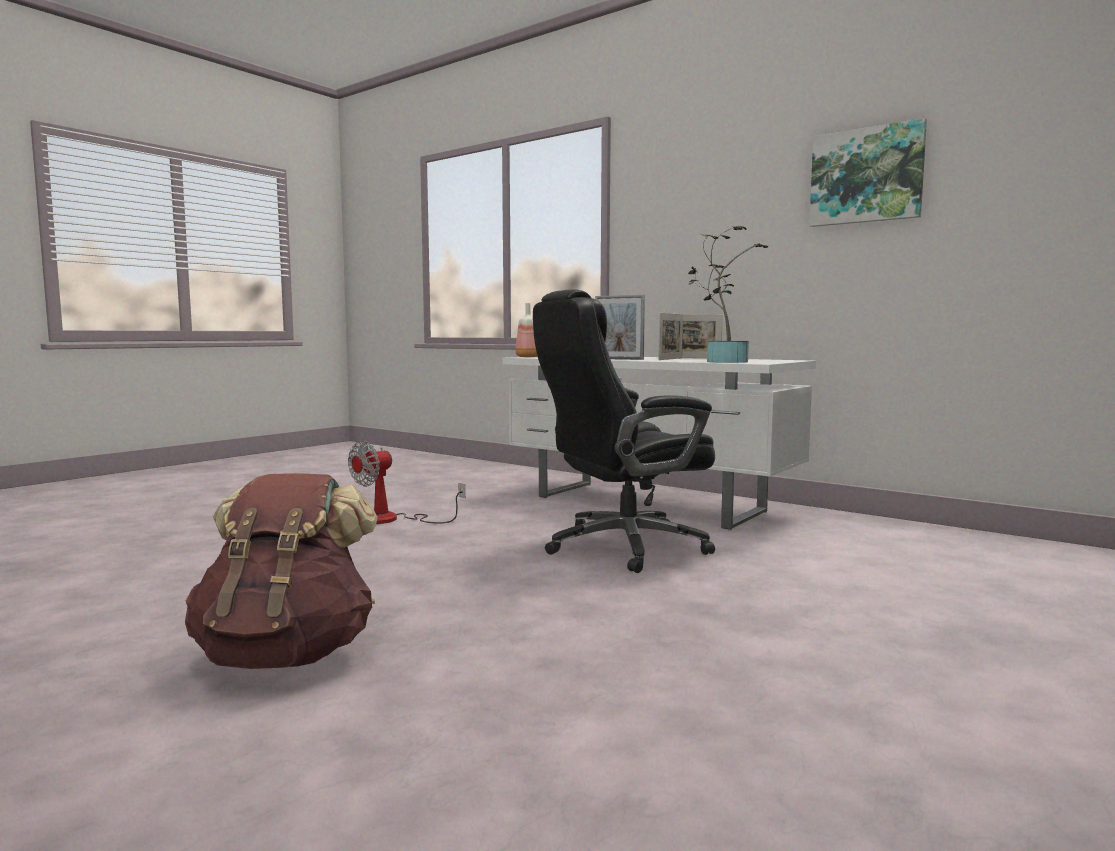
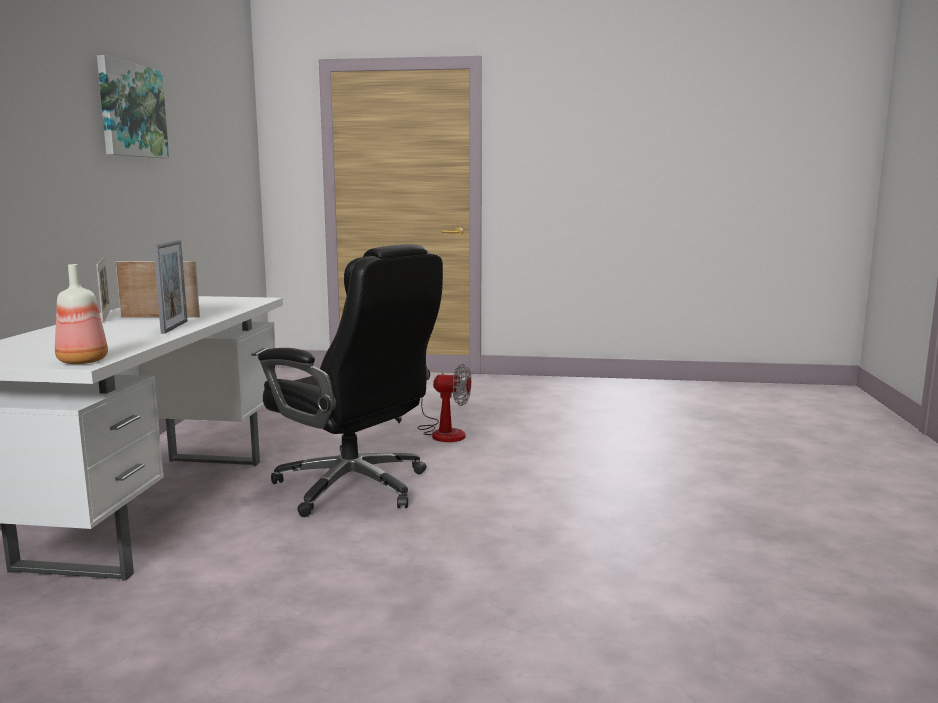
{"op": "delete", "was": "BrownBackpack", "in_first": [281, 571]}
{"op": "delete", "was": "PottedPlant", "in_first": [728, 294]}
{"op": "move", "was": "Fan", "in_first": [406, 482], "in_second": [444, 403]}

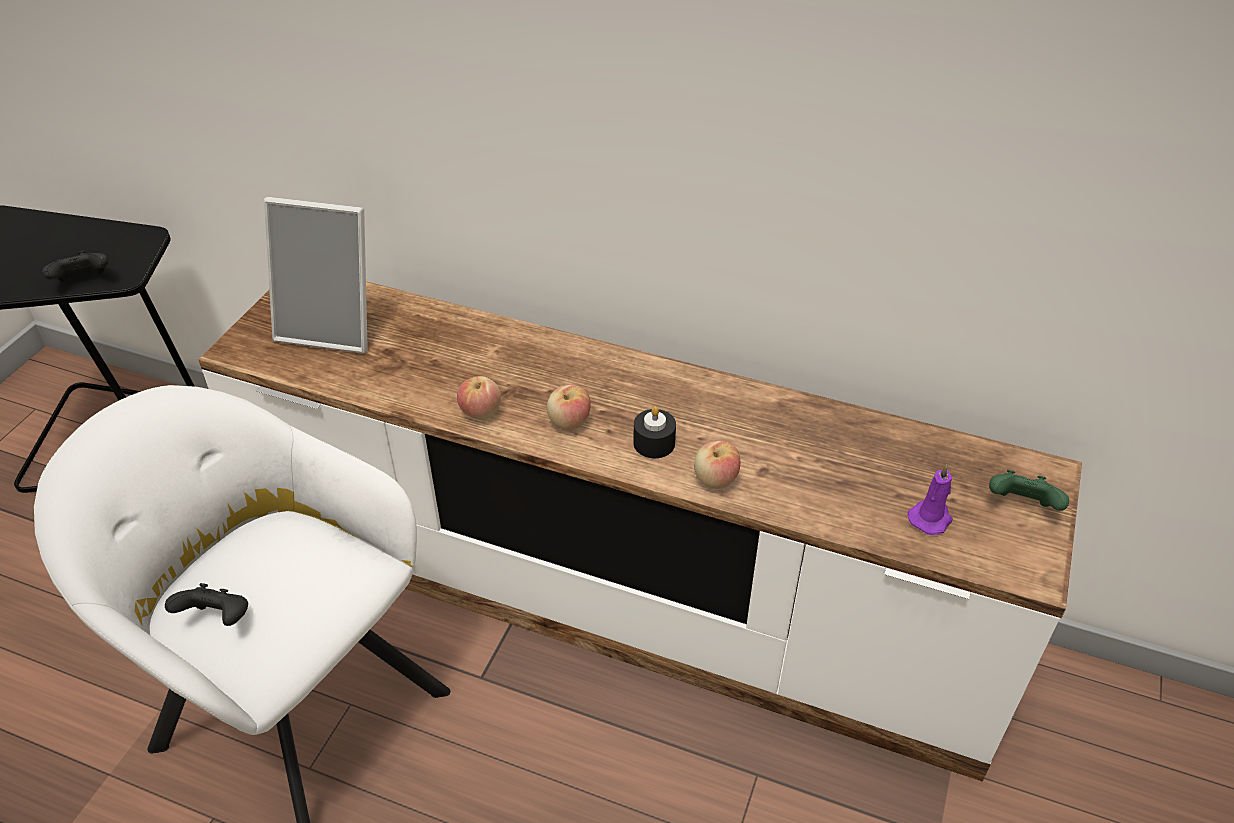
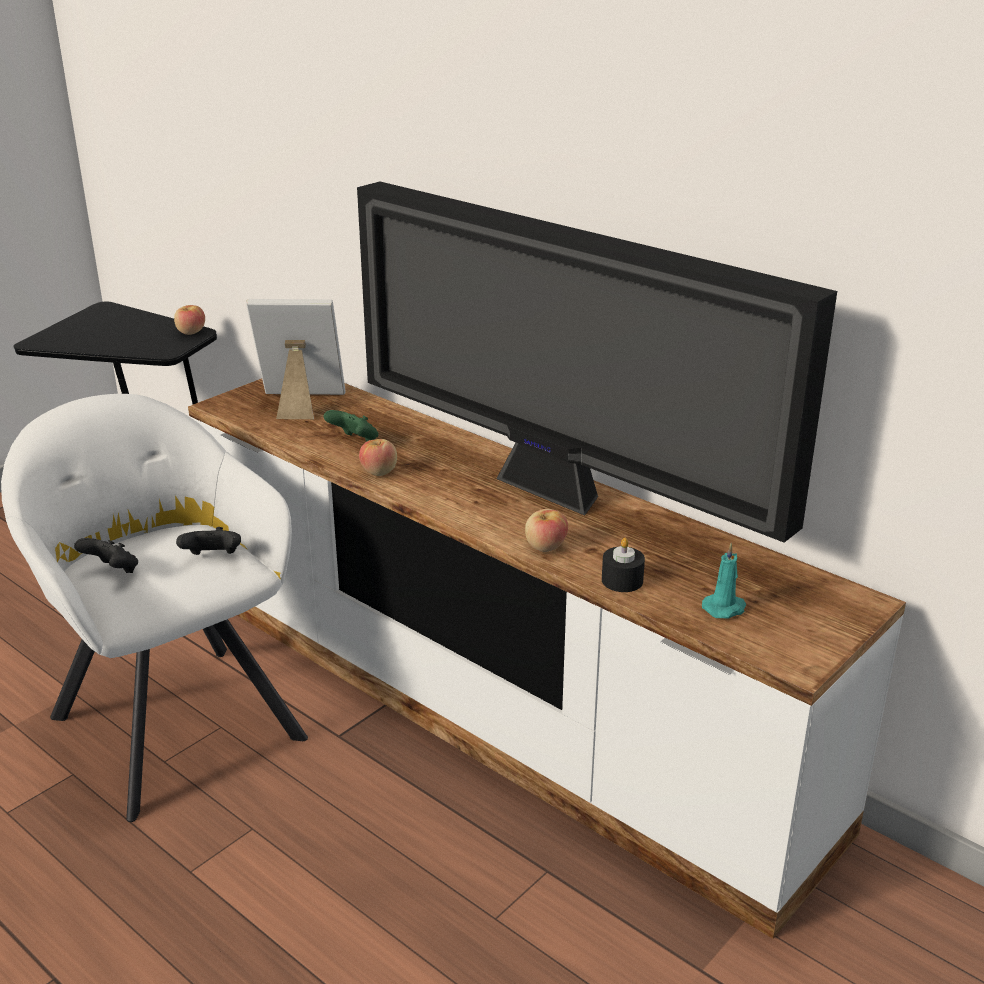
{"op": "insert", "now": "Television", "in_second": [597, 362]}
{"op": "move", "was": "BlackGameController", "in_first": [75, 266], "in_second": [208, 541]}
{"op": "move", "was": "Apple", "in_first": [569, 408], "in_second": [189, 320]}
{"op": "move", "was": "BlackCandle", "in_first": [654, 432], "in_second": [623, 565]}
{"op": "move", "was": "GreenGameController", "in_first": [1029, 490], "in_second": [351, 426]}
{"op": "recolor", "was": "PurpleCandle", "now": "TurquoiseCandle", "in_first": [930, 499], "in_second": [724, 581]}
{"op": "rotate", "was": "PictureFrame", "in_first": [316, 275], "in_second": [295, 359], "clockwise": 150}

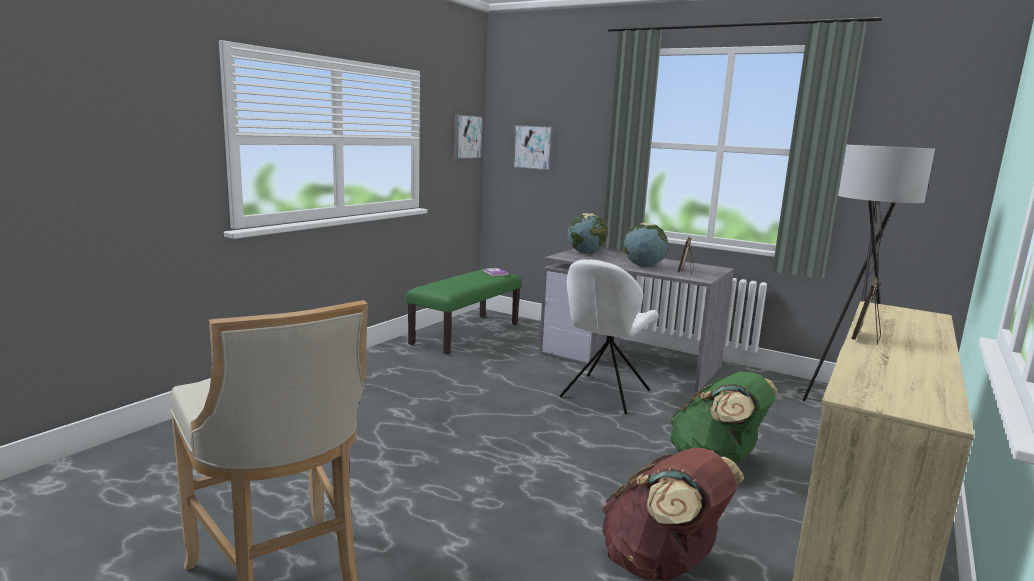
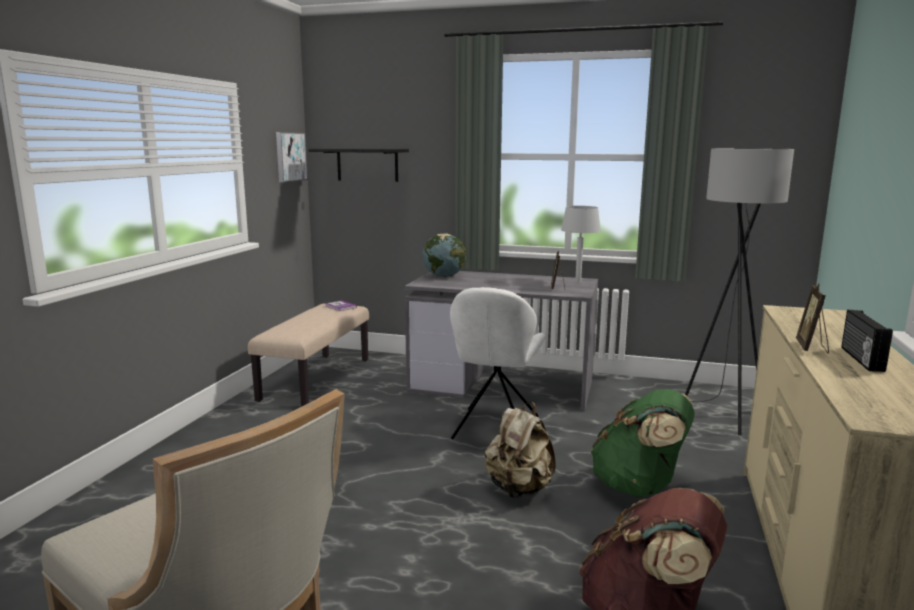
{"op": "delete", "was": "Globe", "in_first": [645, 245]}
{"op": "insert", "now": "BeigeBackpack", "in_second": [520, 450]}
{"op": "insert", "now": "GreyTableLamp", "in_second": [581, 244]}
{"op": "insert", "now": "Radio", "in_second": [867, 341]}
{"op": "replace", "was": "Picture", "now": "BlackShelf", "in_first": [533, 147], "in_second": [359, 165]}
{"op": "recolor", "was": "GreenBench", "now": "BeigeBench", "in_first": [464, 312], "in_second": [308, 355]}

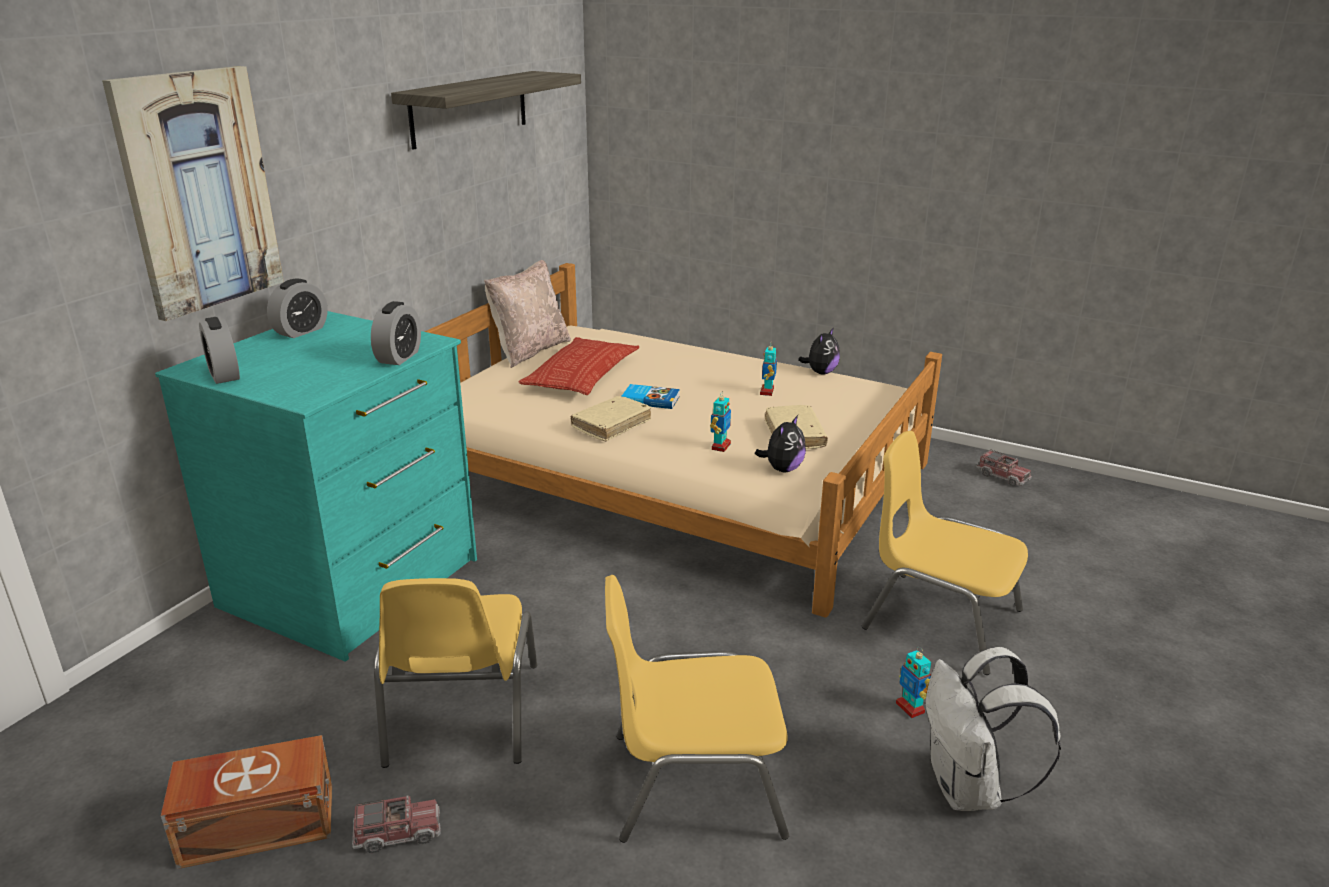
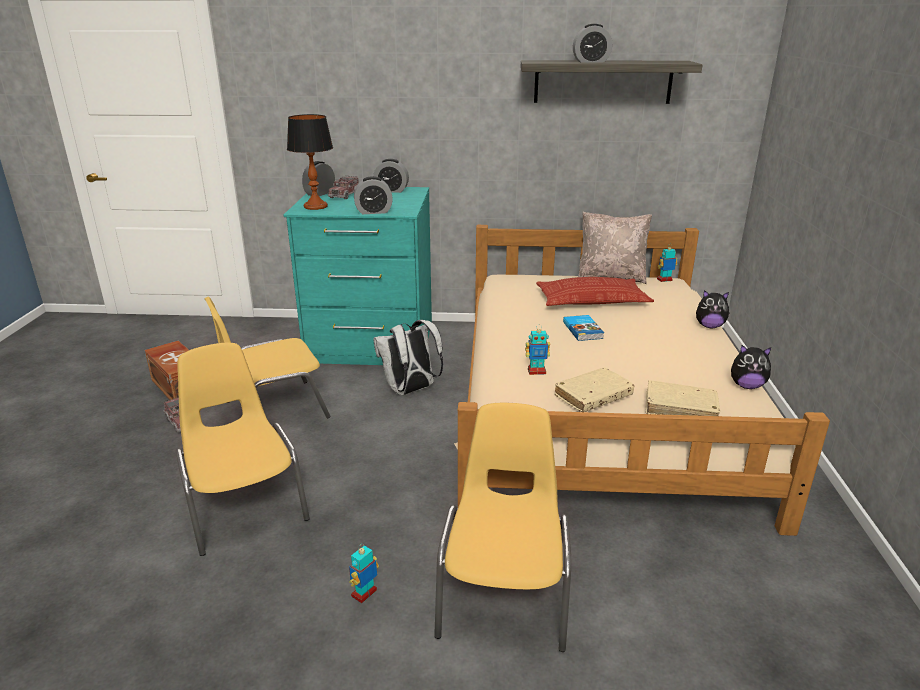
{"op": "delete", "was": "Picture", "in_first": [193, 193]}
{"op": "insert", "now": "TableLamp", "in_second": [310, 162]}
{"op": "insert", "now": "AlarmClock", "in_second": [592, 43]}
{"op": "move", "was": "BeigeBook", "in_first": [611, 418], "in_second": [683, 398]}
{"op": "move", "was": "PlushToy", "in_first": [780, 443], "in_second": [713, 309]}
{"op": "move", "was": "ToyRobot", "in_first": [768, 370], "in_second": [667, 263]}
{"op": "move", "was": "WhiteBackpack", "in_first": [993, 729], "in_second": [408, 357]}
{"op": "move", "was": "ToyTruck", "in_first": [1004, 468], "in_second": [343, 187]}

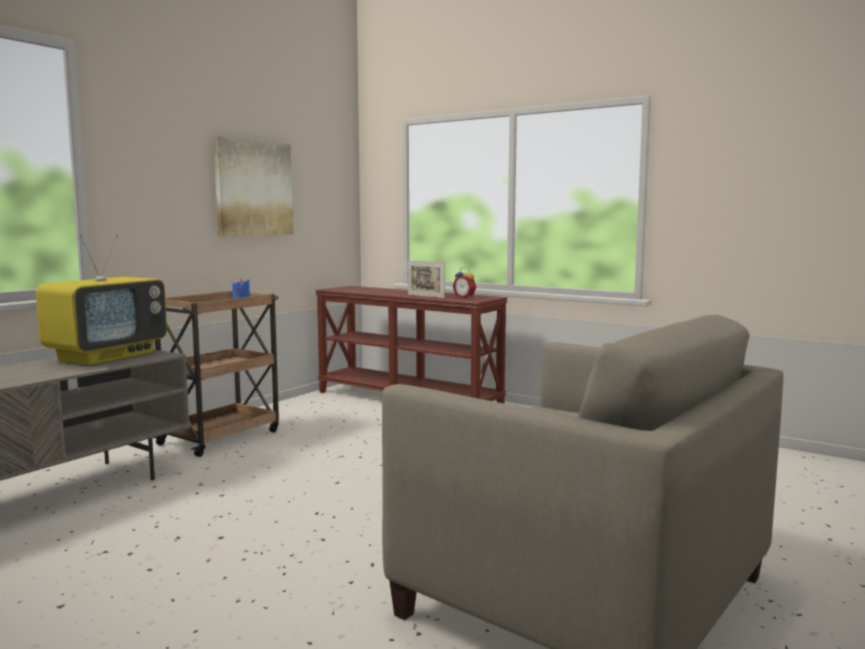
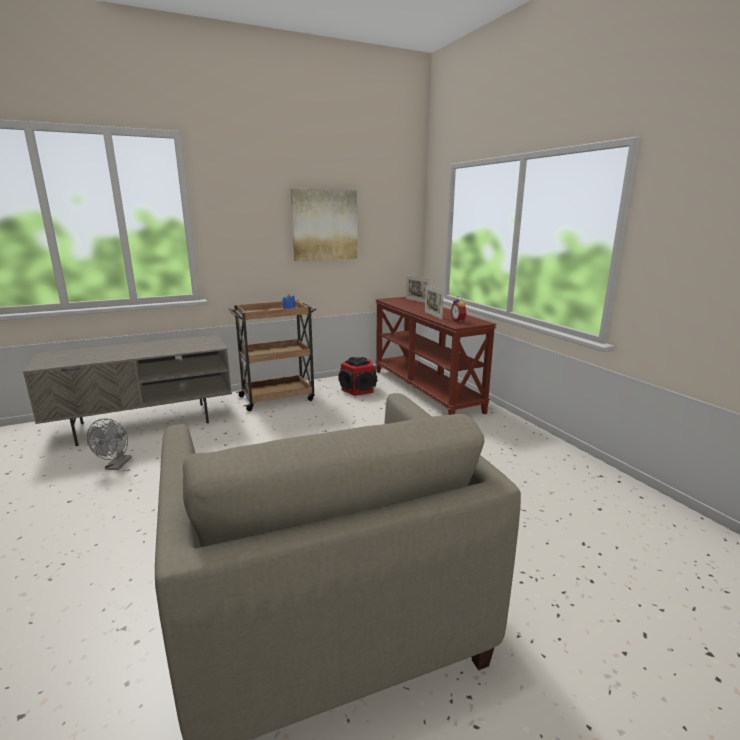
{"op": "delete", "was": "Television", "in_first": [101, 299]}
{"op": "insert", "now": "GreyFan", "in_second": [109, 444]}
{"op": "insert", "now": "Speaker", "in_second": [357, 376]}
{"op": "insert", "now": "PictureFrame", "in_second": [418, 289]}

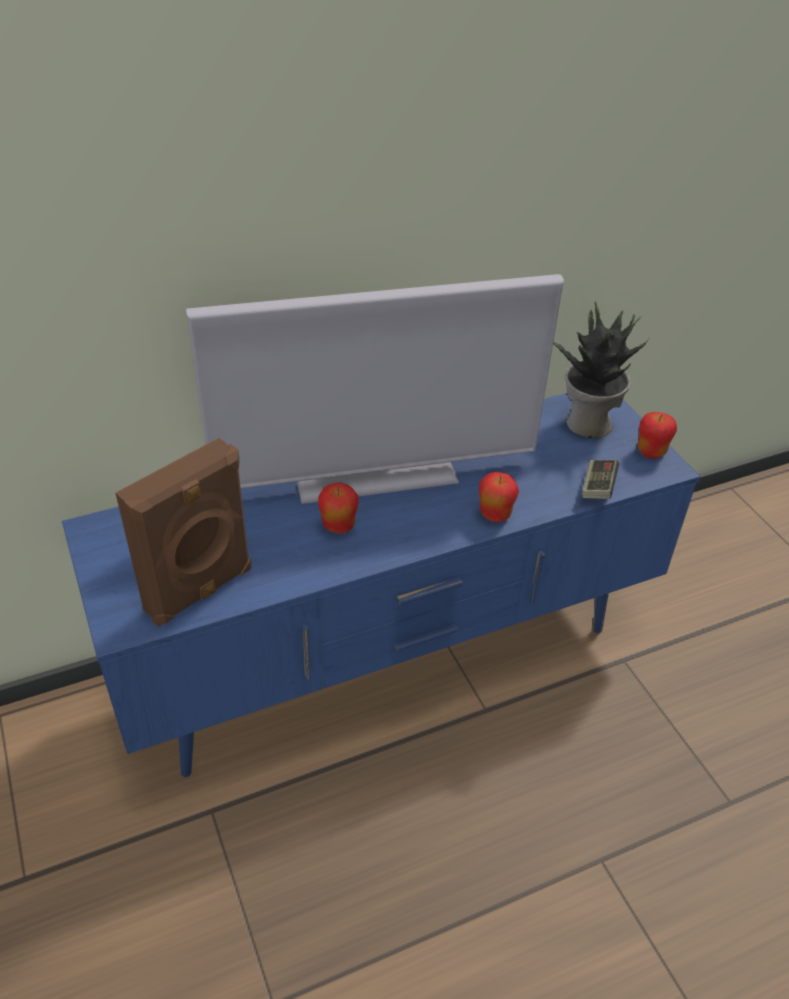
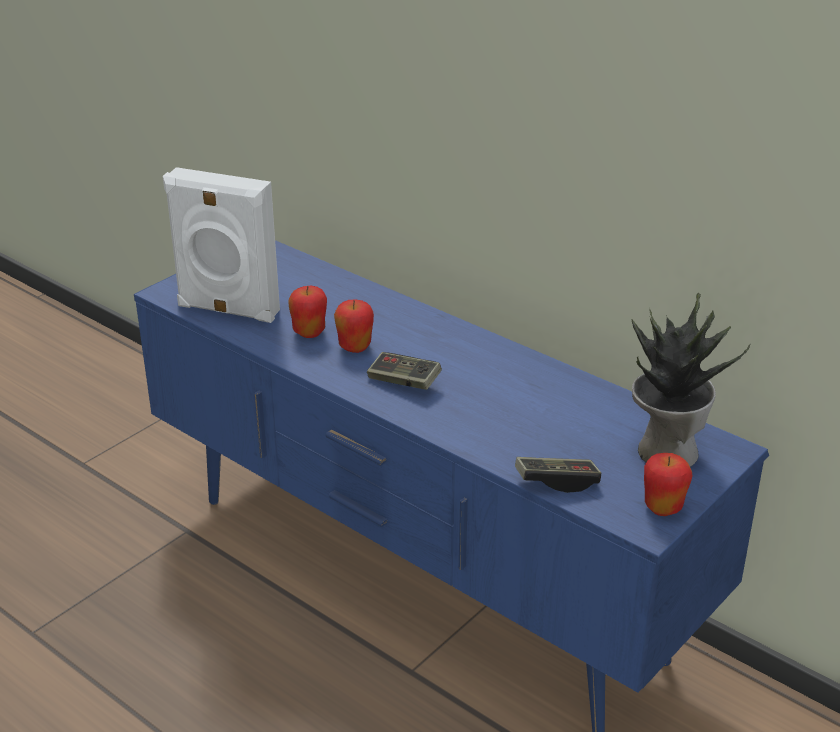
{"op": "delete", "was": "Television", "in_first": [375, 389]}
{"op": "insert", "now": "GameController", "in_second": [404, 371]}
{"op": "move", "was": "Apple", "in_first": [499, 497], "in_second": [307, 312]}
{"op": "recolor", "was": "BrownSpeaker", "now": "WhiteSpeaker", "in_first": [184, 532], "in_second": [221, 245]}

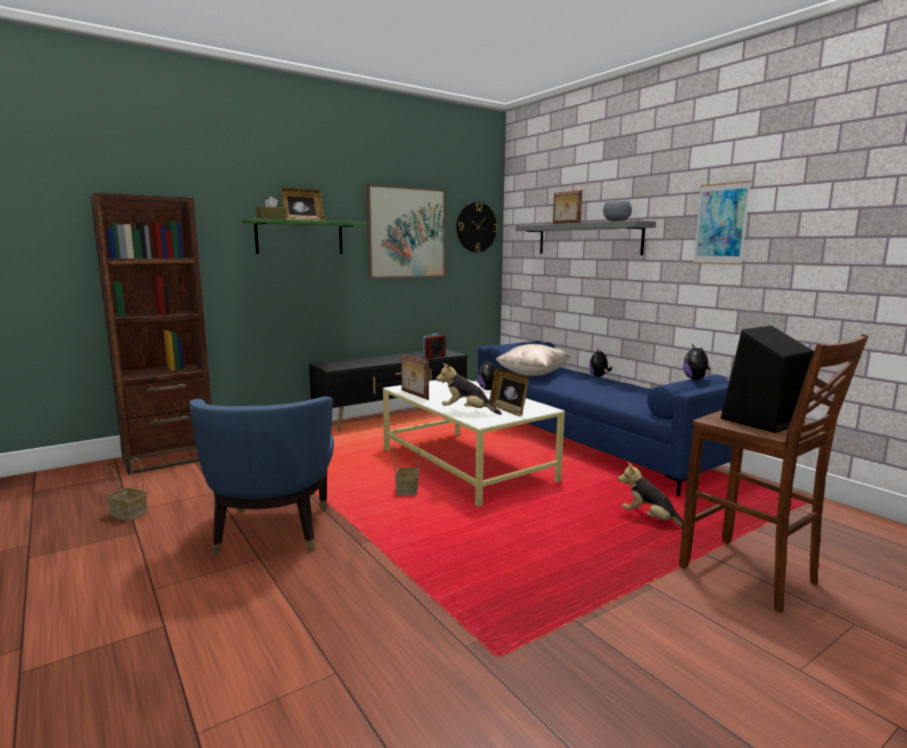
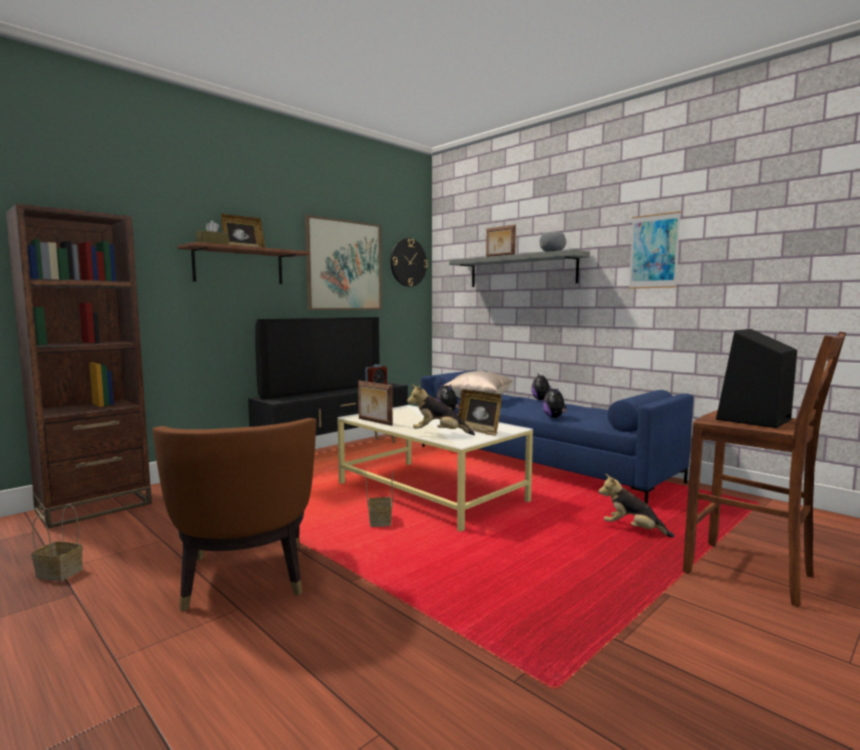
{"op": "insert", "now": "Television", "in_second": [317, 358]}
{"op": "move", "was": "PlushToy", "in_first": [697, 362], "in_second": [555, 401]}
{"op": "recolor", "was": "BlueArmchair", "now": "BrownArmchair", "in_first": [261, 476], "in_second": [234, 515]}
{"op": "recolor", "was": "GreenShelf", "now": "BrownShelf", "in_first": [304, 236], "in_second": [244, 263]}

